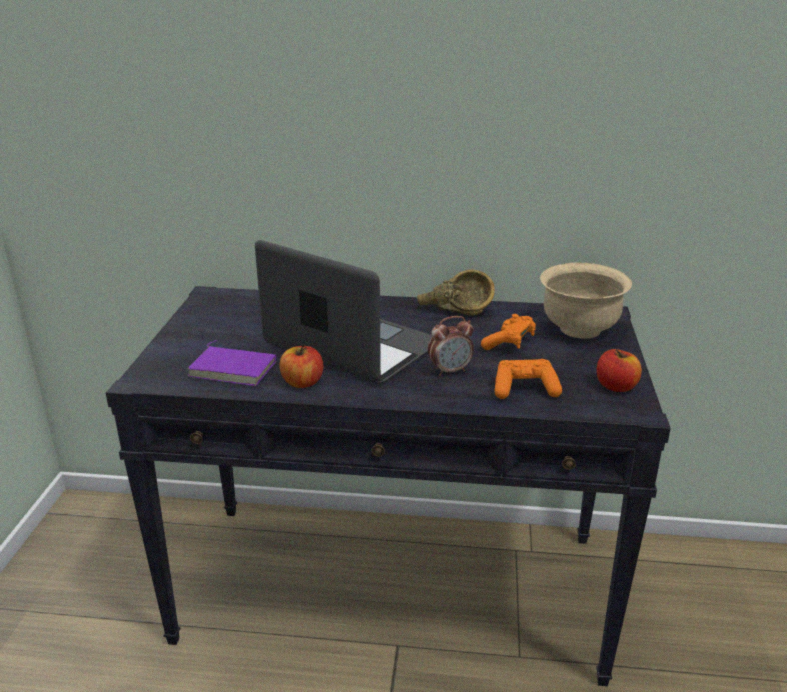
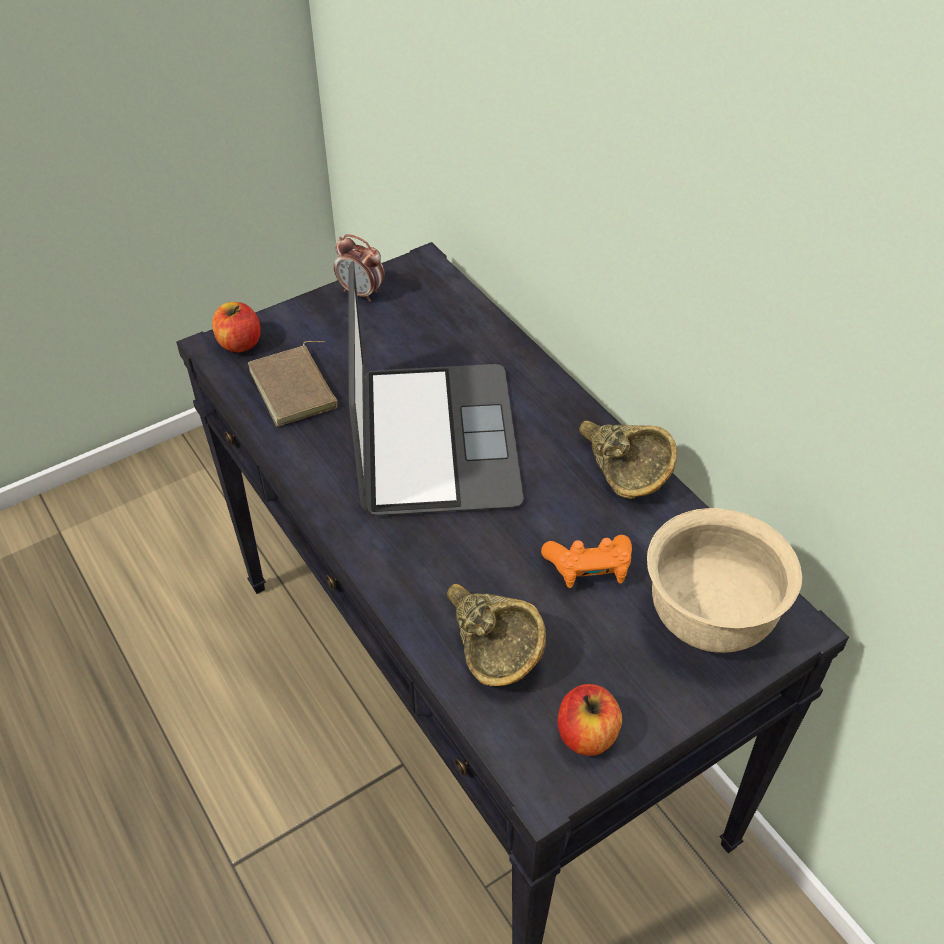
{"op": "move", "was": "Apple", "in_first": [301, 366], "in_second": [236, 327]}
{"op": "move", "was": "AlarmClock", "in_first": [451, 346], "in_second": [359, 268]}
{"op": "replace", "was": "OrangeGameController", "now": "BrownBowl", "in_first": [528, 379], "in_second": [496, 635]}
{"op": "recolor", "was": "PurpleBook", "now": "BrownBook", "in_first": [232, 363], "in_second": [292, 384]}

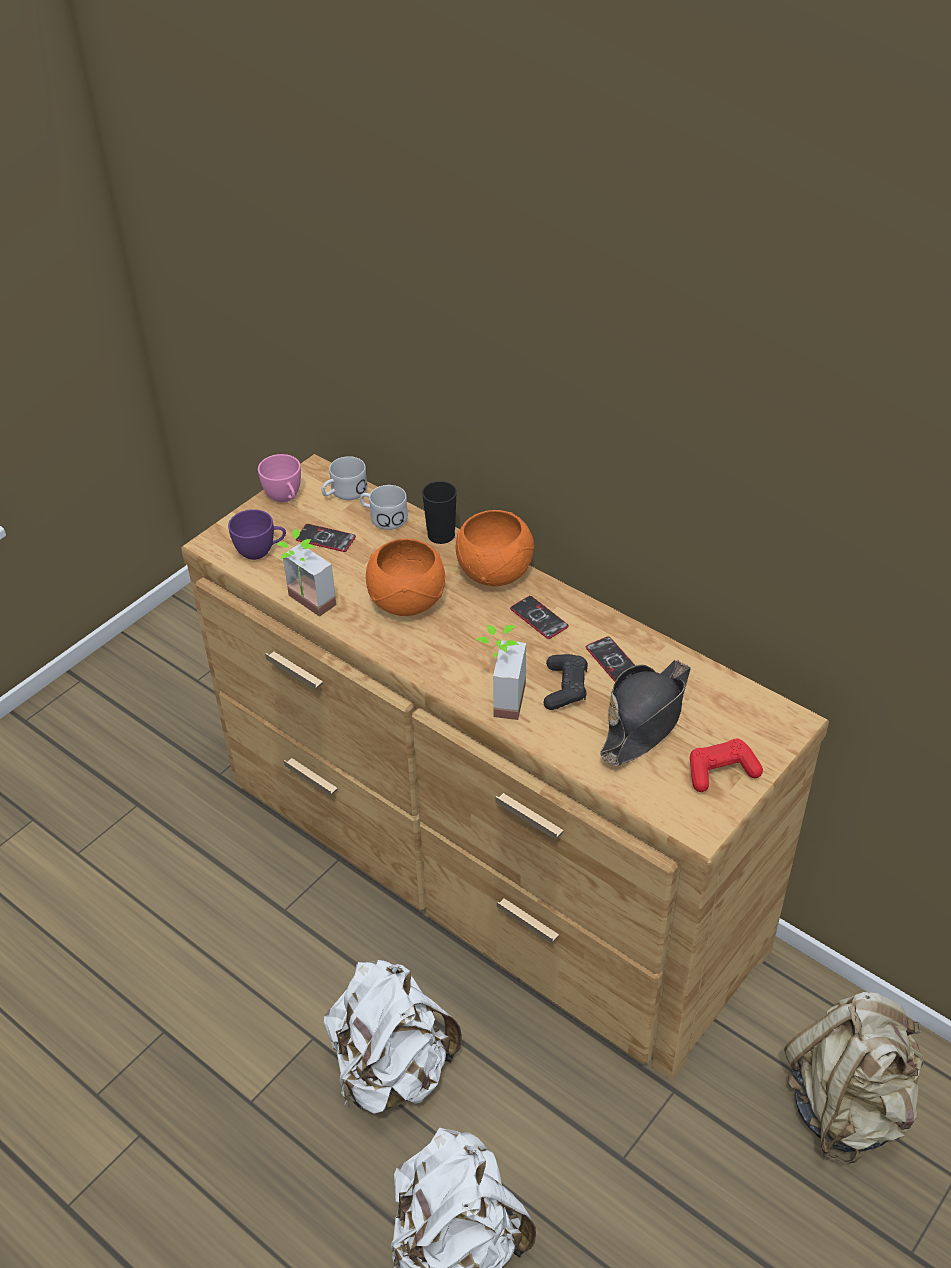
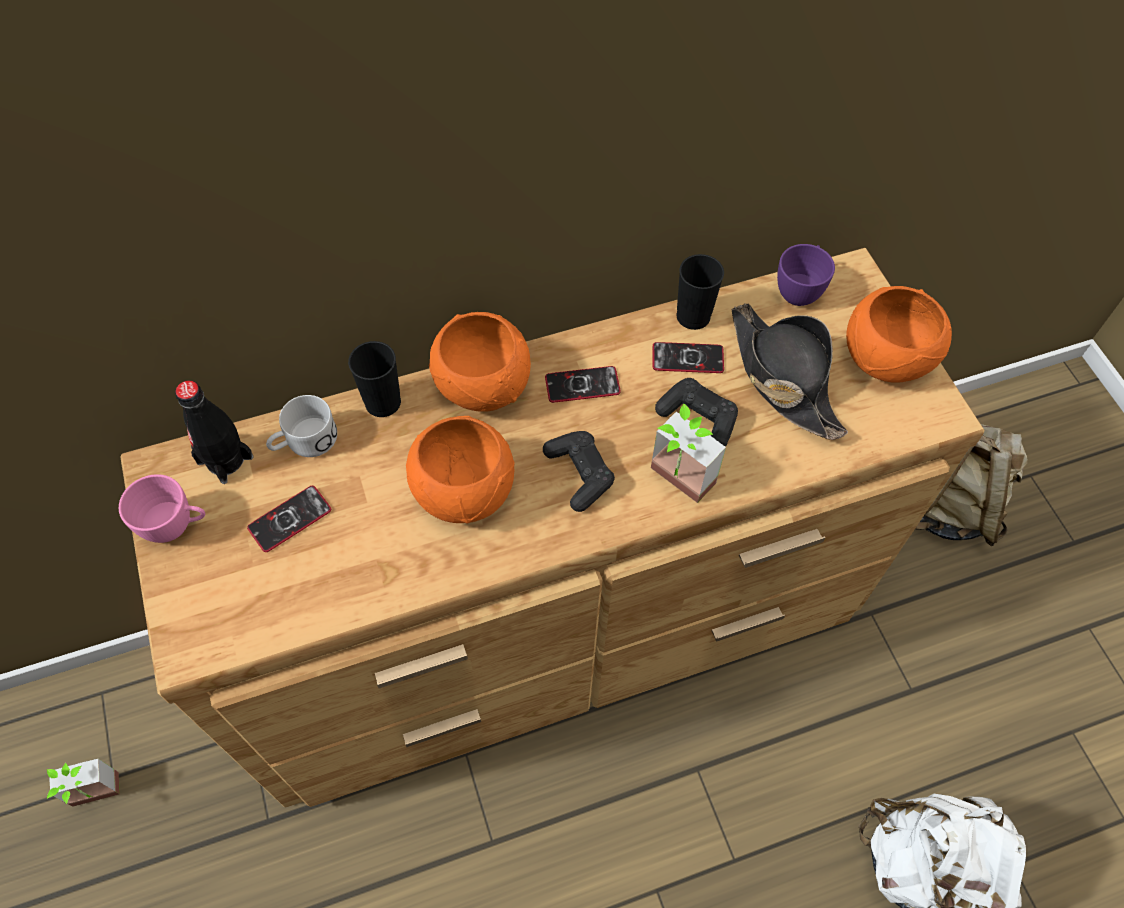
{"op": "delete", "was": "WhiteBackpack", "in_first": [392, 1037]}
{"op": "insert", "now": "BlackGameController", "in_second": [579, 471]}
{"op": "insert", "now": "BlackCup", "in_second": [700, 292]}
{"op": "move", "was": "PurpleCup", "in_first": [257, 534], "in_second": [806, 275]}
{"op": "move", "was": "PottedPlant", "in_first": [305, 573], "in_second": [83, 783]}
{"op": "replace", "was": "WhiteMug", "now": "BlackBottle", "in_first": [344, 478], "in_second": [214, 432]}
{"op": "replace", "was": "RedGameController", "now": "OrangeBowl", "in_first": [726, 765], "in_second": [899, 334]}

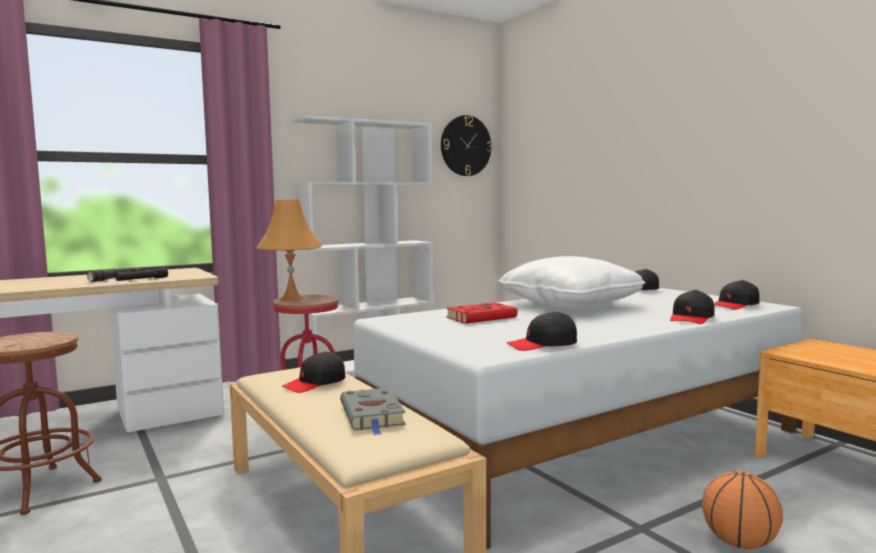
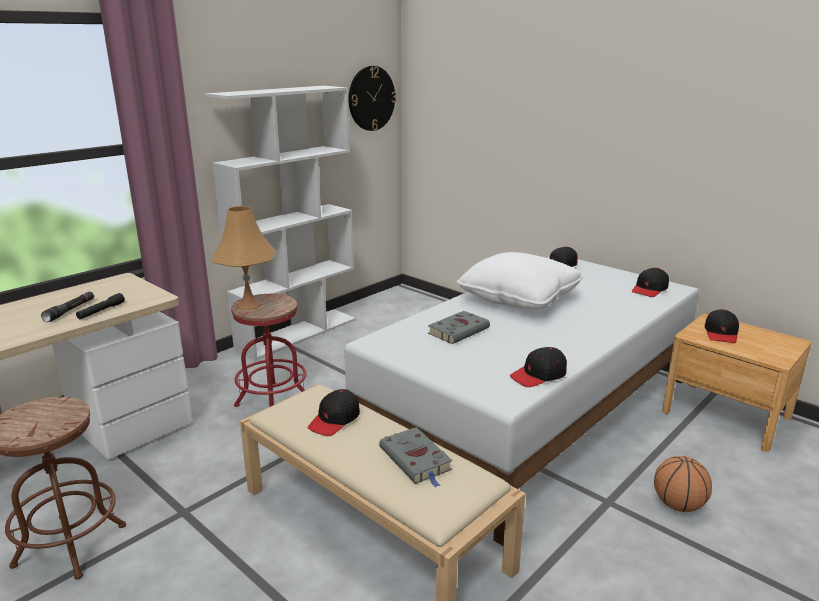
{"op": "move", "was": "BlackCap", "in_first": [692, 307], "in_second": [722, 326]}
{"op": "recolor", "was": "RedBook", "now": "GreyBook", "in_first": [481, 313], "in_second": [459, 327]}

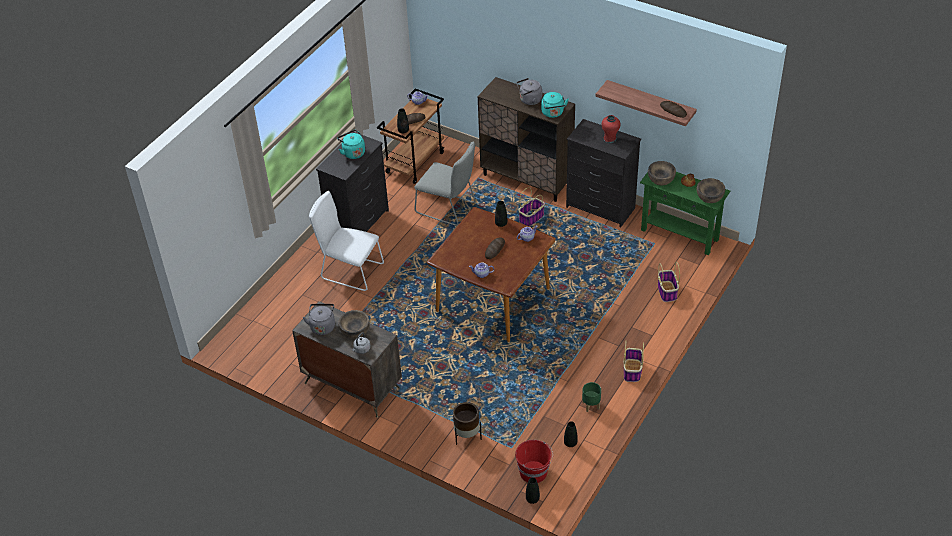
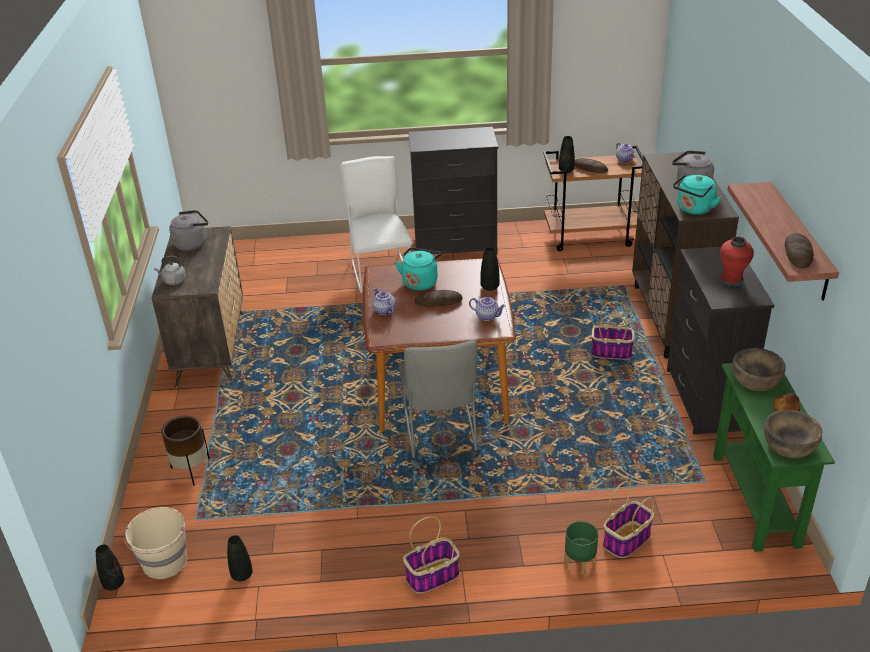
{"op": "delete", "was": "BrownBowl", "in_first": [354, 324]}
{"op": "move", "was": "TurquoiseKettle", "in_first": [351, 144], "in_second": [418, 268]}
{"op": "move", "was": "GreyChair", "in_first": [445, 184], "in_second": [438, 399]}
{"op": "move", "was": "GreenPlanter", "in_first": [591, 397], "in_second": [581, 548]}
{"op": "recolor", "was": "RedBucket", "now": "BeigeBucket", "in_first": [534, 461], "in_second": [155, 543]}

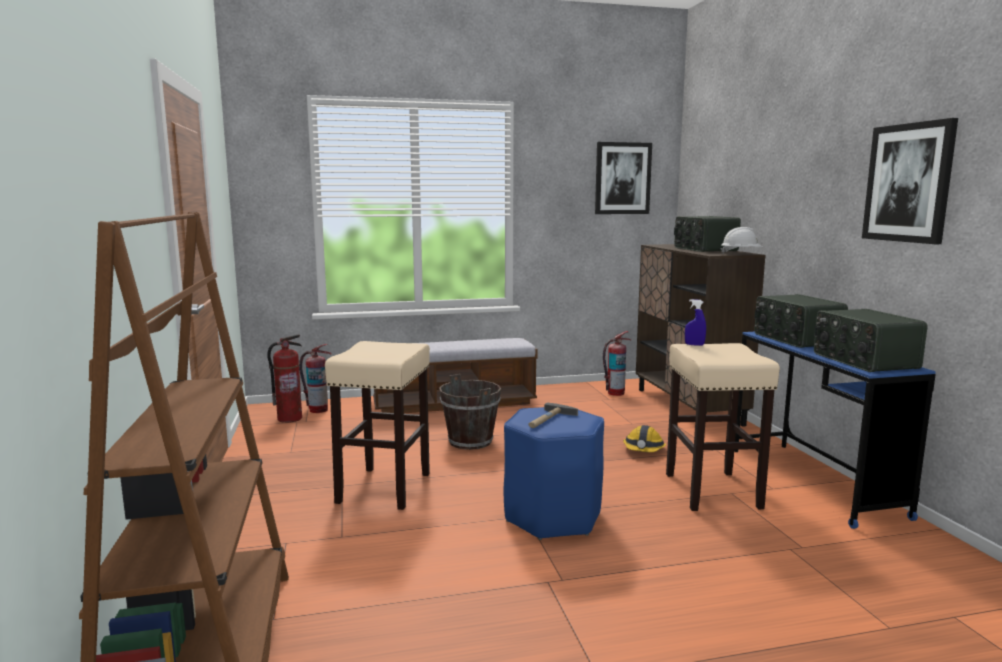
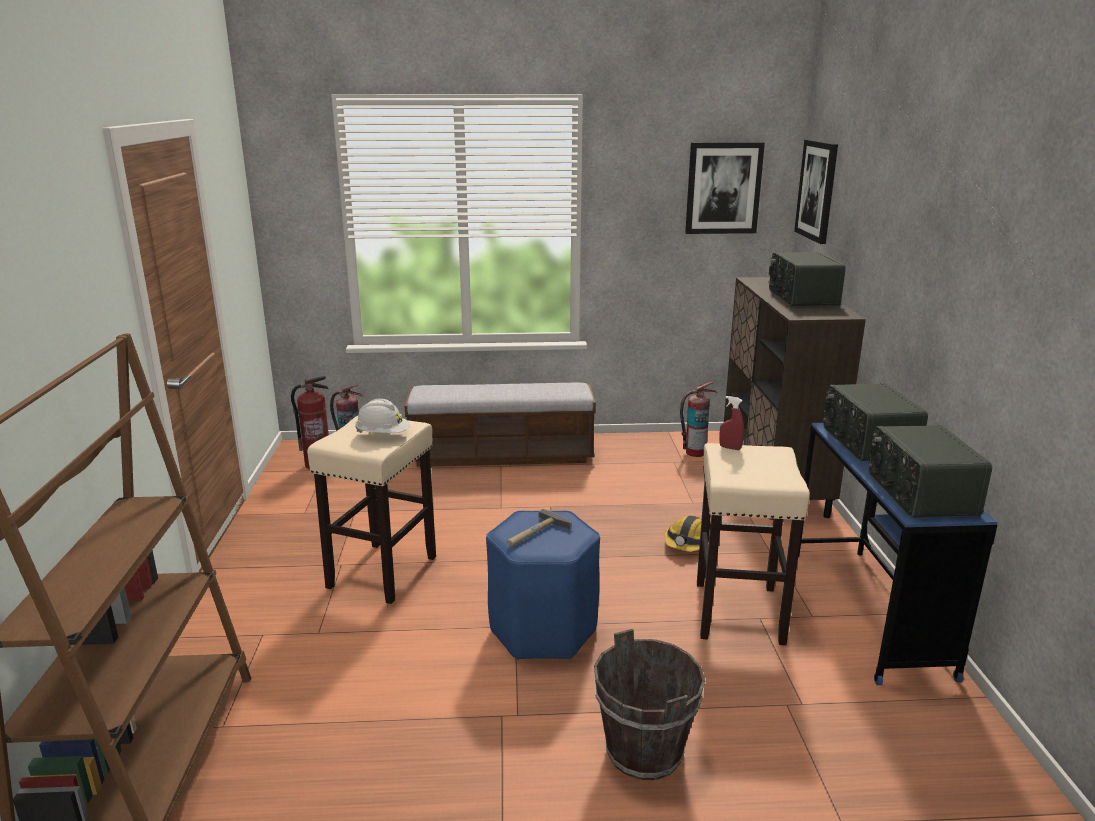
{"op": "move", "was": "BrownBucket", "in_first": [470, 412], "in_second": [649, 704]}
{"op": "move", "was": "WhiteHardHat", "in_first": [741, 240], "in_second": [382, 416]}
{"op": "move", "was": "Picture", "in_first": [910, 181], "in_second": [816, 192]}
{"op": "recolor", "was": "BlueSprayBottle", "now": "RedSprayBottle", "in_first": [695, 322], "in_second": [731, 423]}

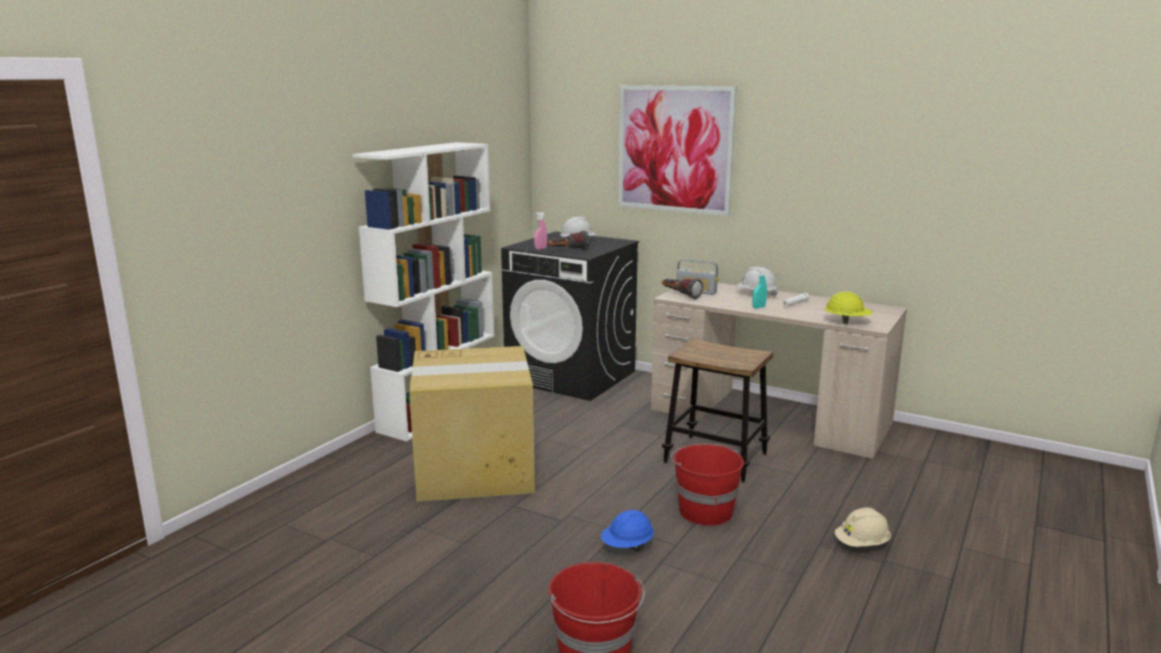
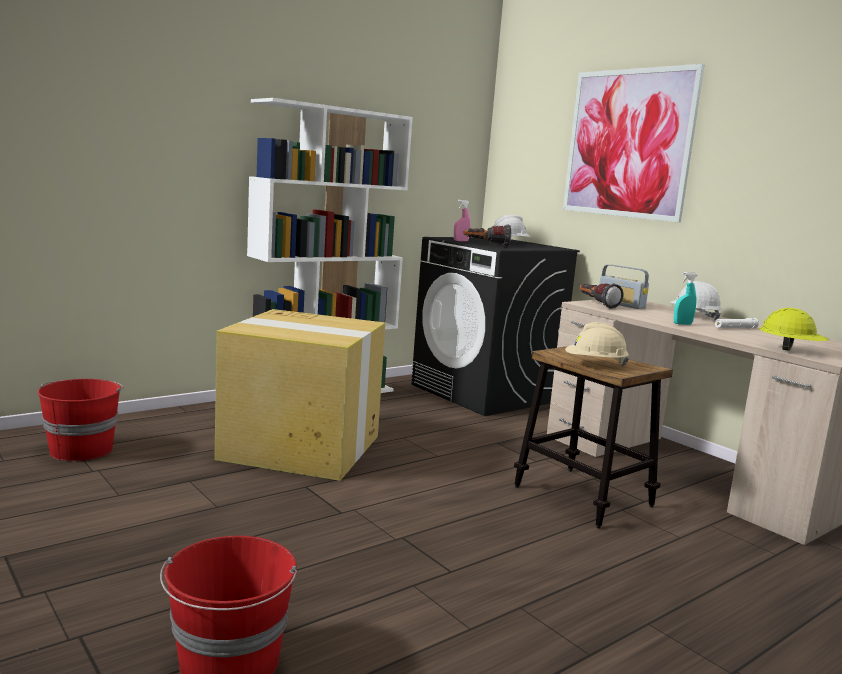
{"op": "delete", "was": "BlueHardHat", "in_first": [627, 530]}
{"op": "move", "was": "RedBucket", "in_first": [707, 485], "in_second": [80, 420]}
{"op": "move", "was": "BeigeHardHat", "in_first": [863, 527], "in_second": [597, 344]}

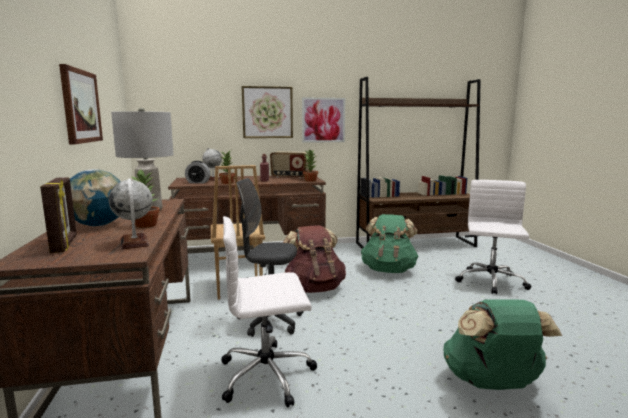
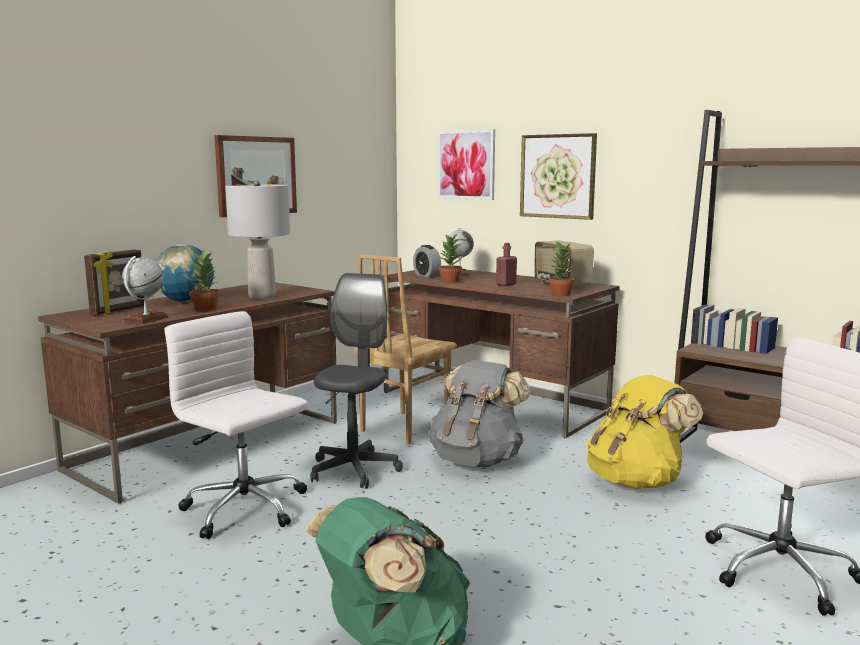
{"op": "move", "was": "Picture", "in_first": [323, 120], "in_second": [466, 164]}
{"op": "recolor", "was": "BrownBackpack", "now": "GreyBackpack", "in_first": [314, 259], "in_second": [479, 413]}
{"op": "recolor", "was": "GreenBackpack", "now": "YellowBackpack", "in_first": [389, 243], "in_second": [644, 432]}
{"op": "rotate", "was": "GreyOfficeChair", "in_first": [270, 257], "in_second": [356, 381], "clockwise": 45}

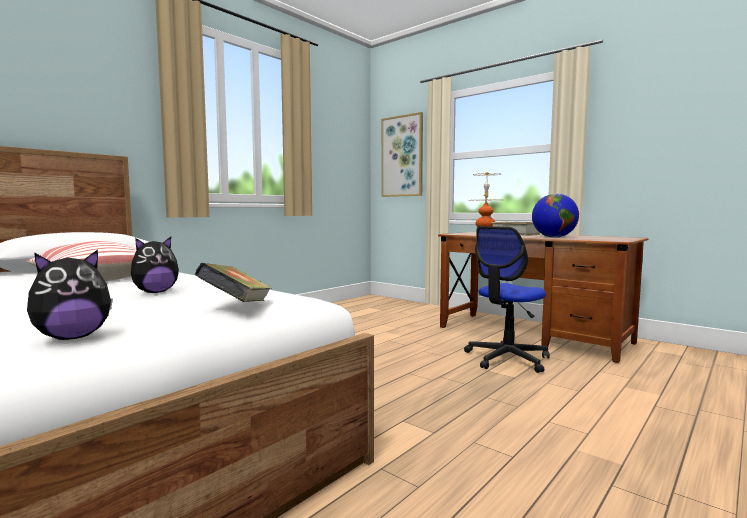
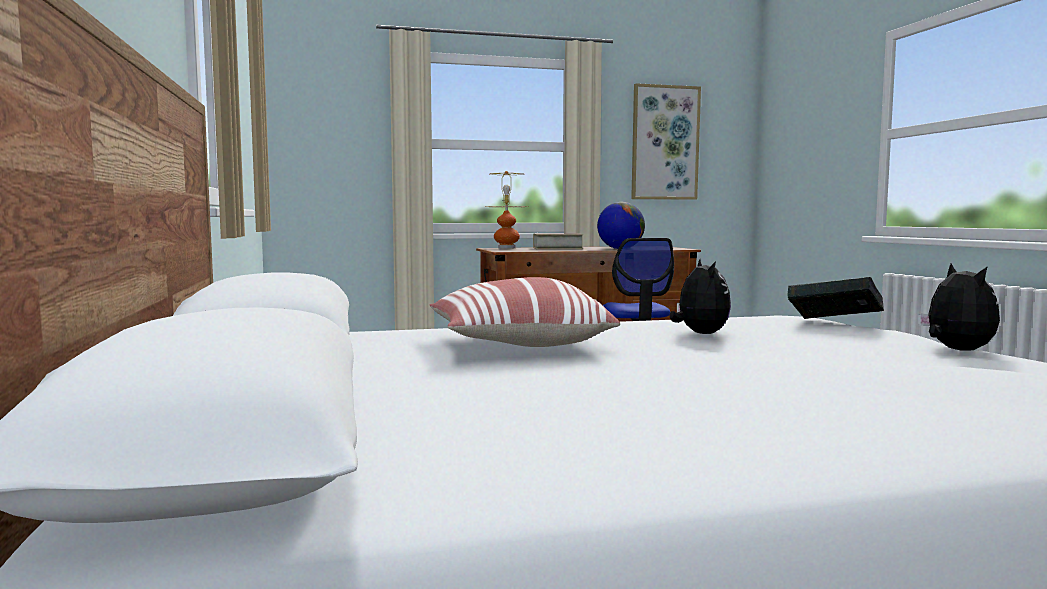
{"op": "move", "was": "Picture", "in_first": [402, 154], "in_second": [666, 141]}

